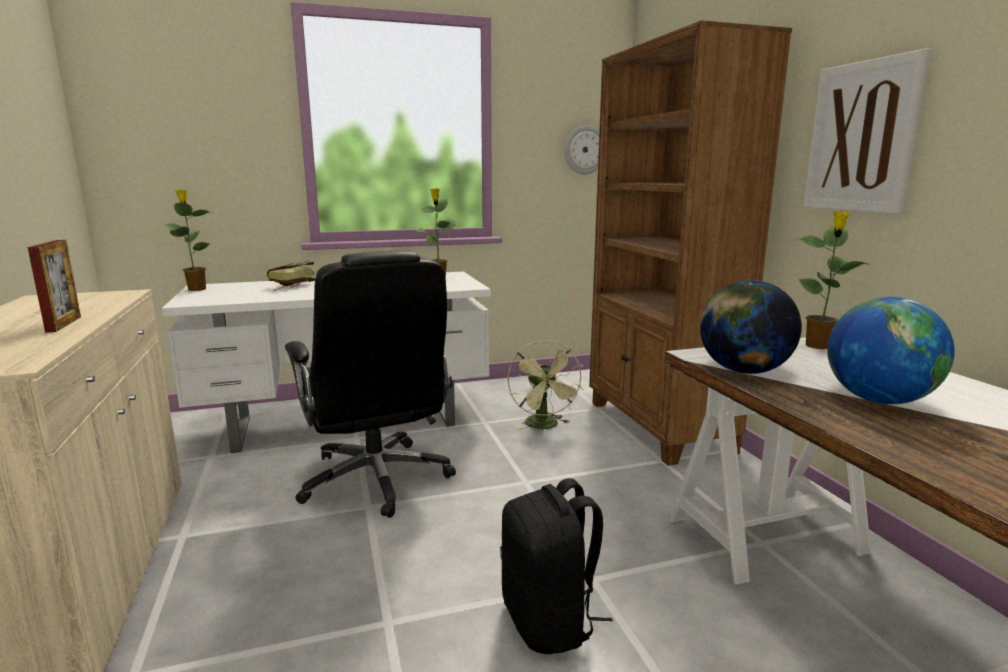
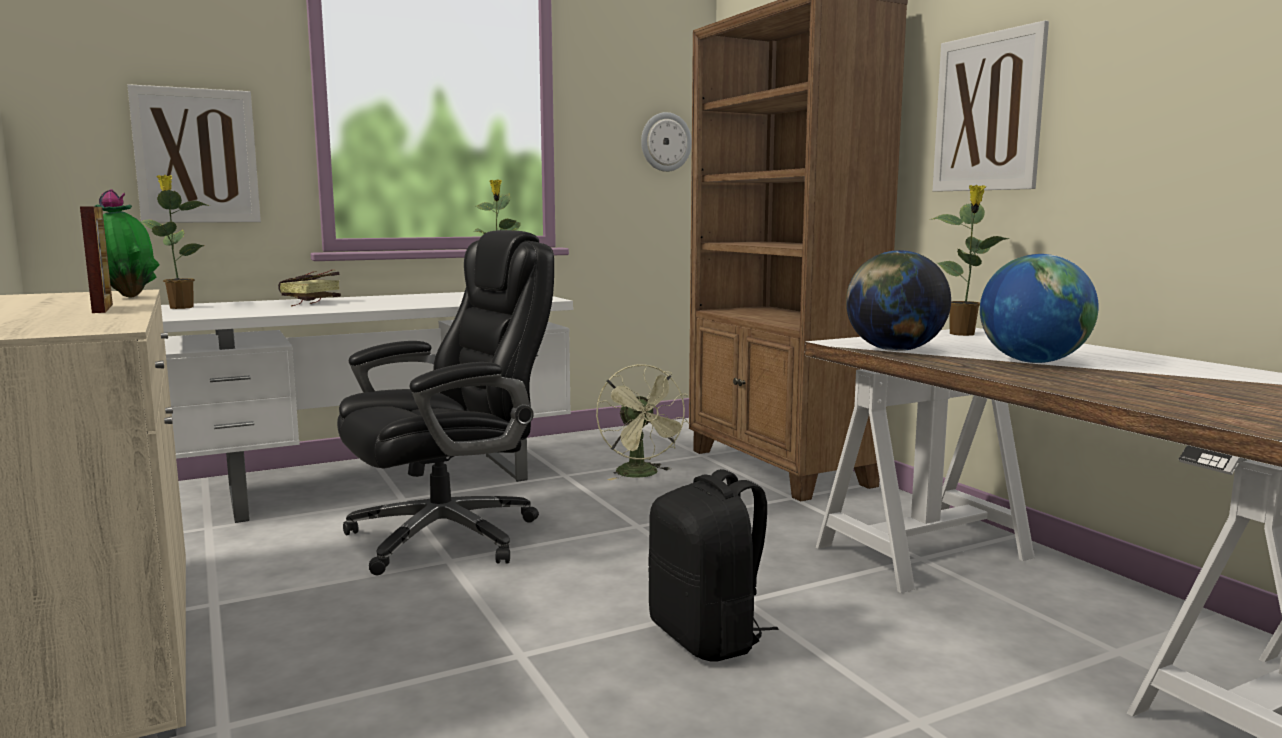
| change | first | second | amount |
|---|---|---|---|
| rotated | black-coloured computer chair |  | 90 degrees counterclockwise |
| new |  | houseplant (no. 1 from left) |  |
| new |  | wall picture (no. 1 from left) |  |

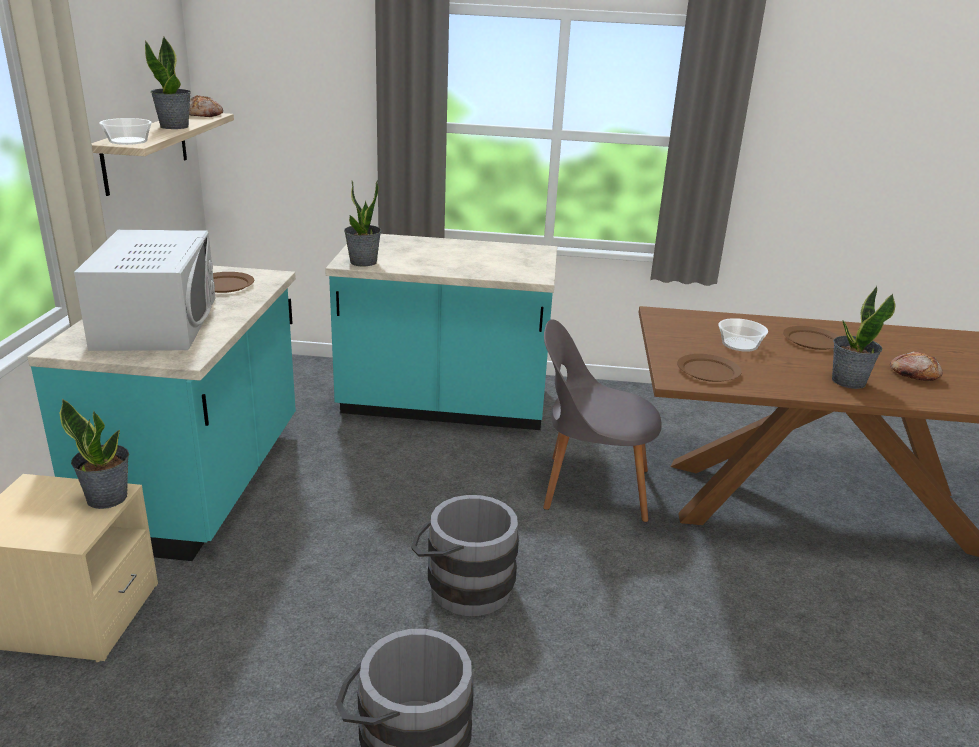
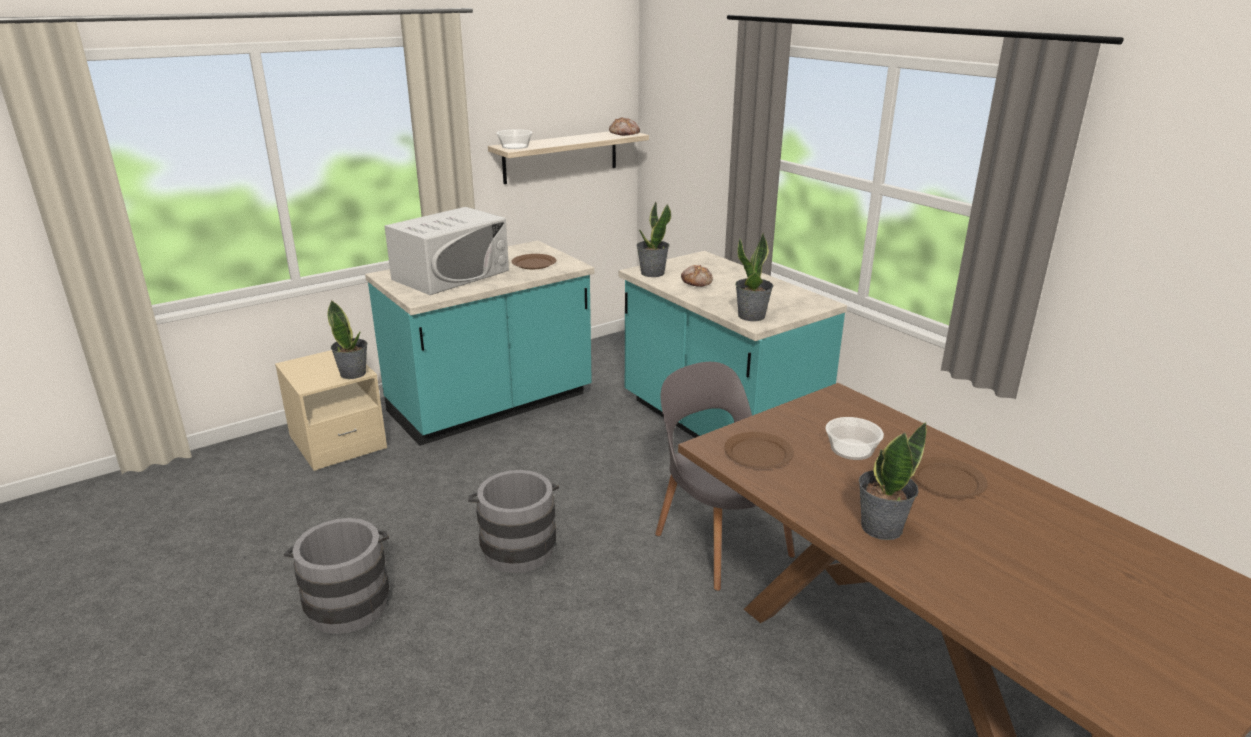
| change | first | second | amount |
|---|---|---|---|
| shifted | houseplant (no. 2 from left in the first image) | houseplant (no. 3 from left) |  |
| shifted | baked bread (no. 2 from left) |  |  |

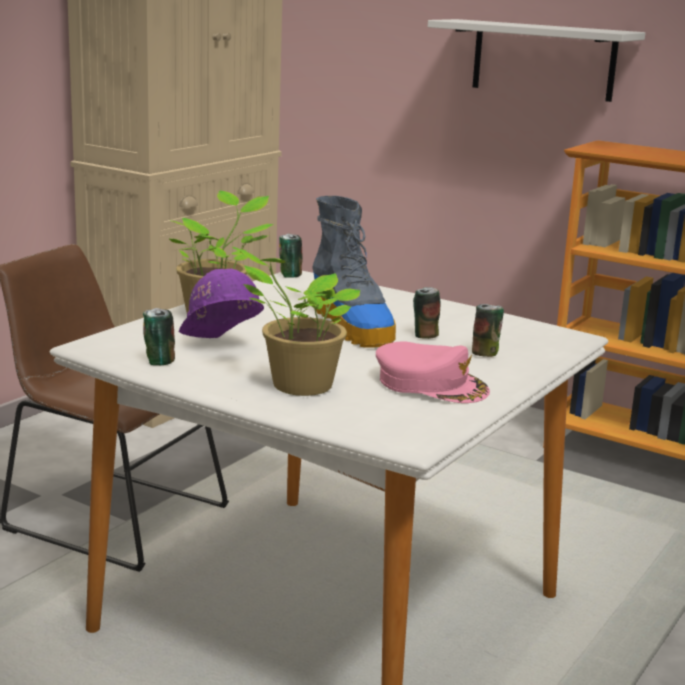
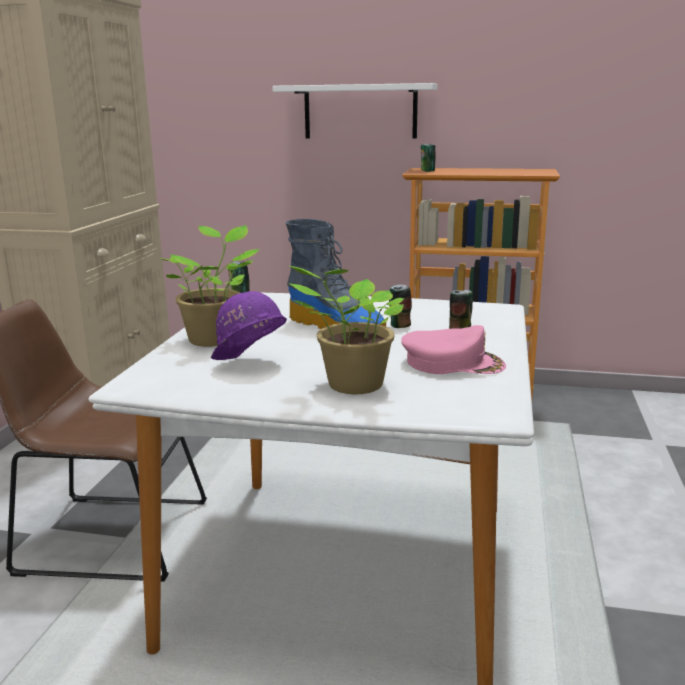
| change | first | second | amount |
|---|---|---|---|
| shifted | sealed can (no. 1 from left in the first image) | sealed can (no. 3 from left) |  |

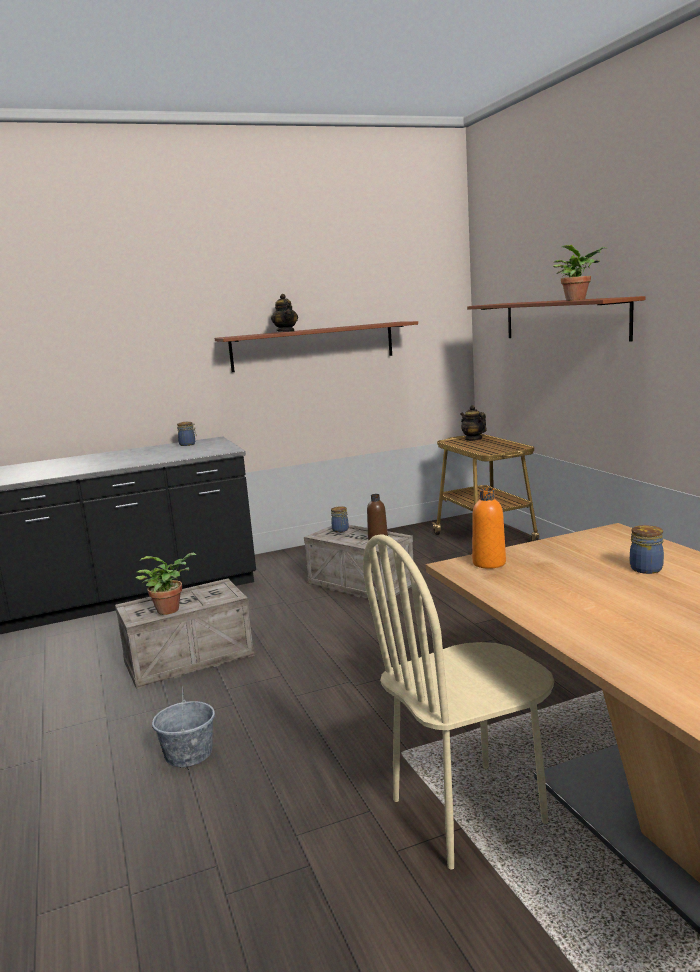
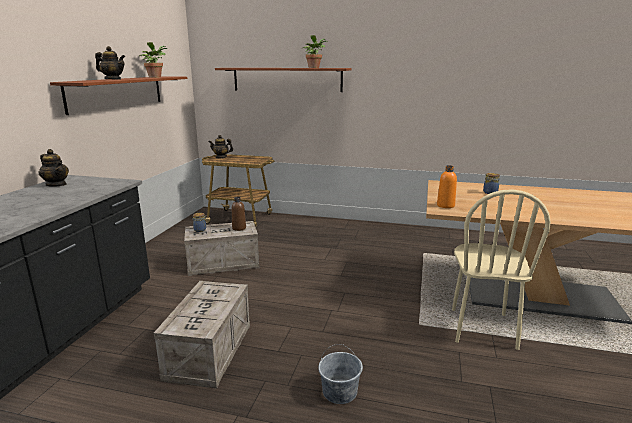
| change | first | second | amount |
|---|---|---|---|
| shifted | houseplant (no. 1 from left) |  |  |
| swapped | storage jar (no. 1 from left) | tea pot (no. 1 from left) |  |

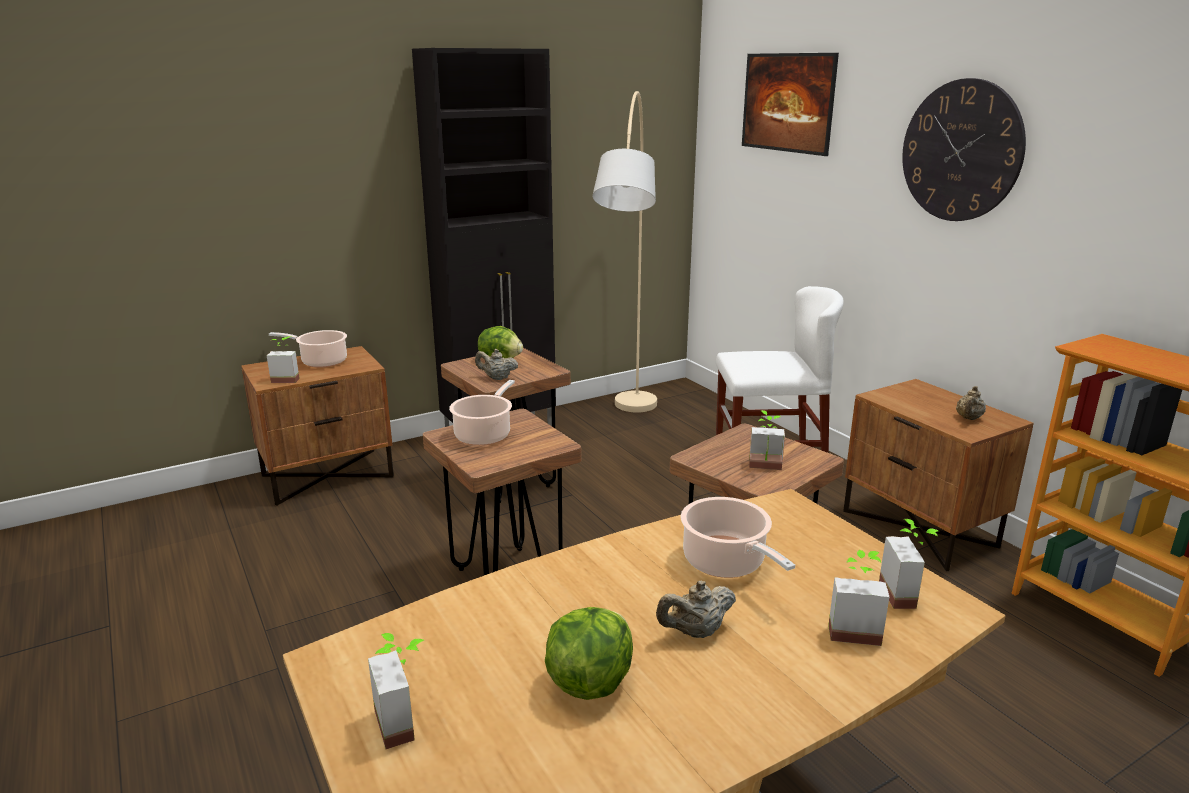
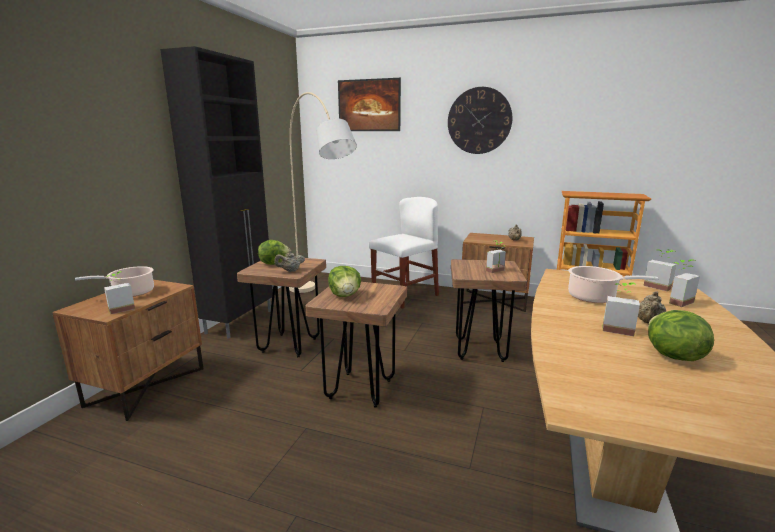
| change | first | second | amount |
|---|---|---|---|
| shifted | houseplant (no. 2 from left in the first image) | houseplant (no. 3 from left) |  |
| swapped | saucepot (no. 2 from left) | head of lettuce (no. 2 from left) |  |

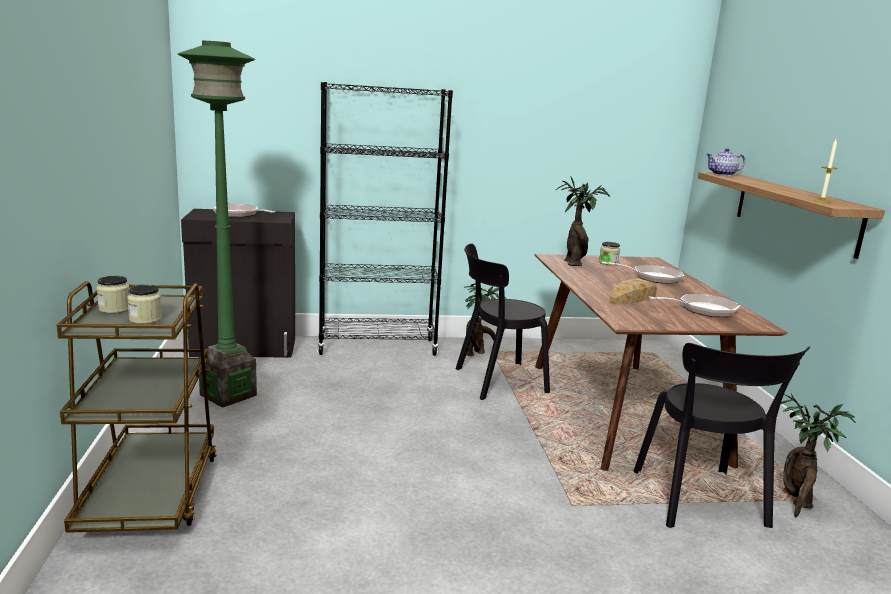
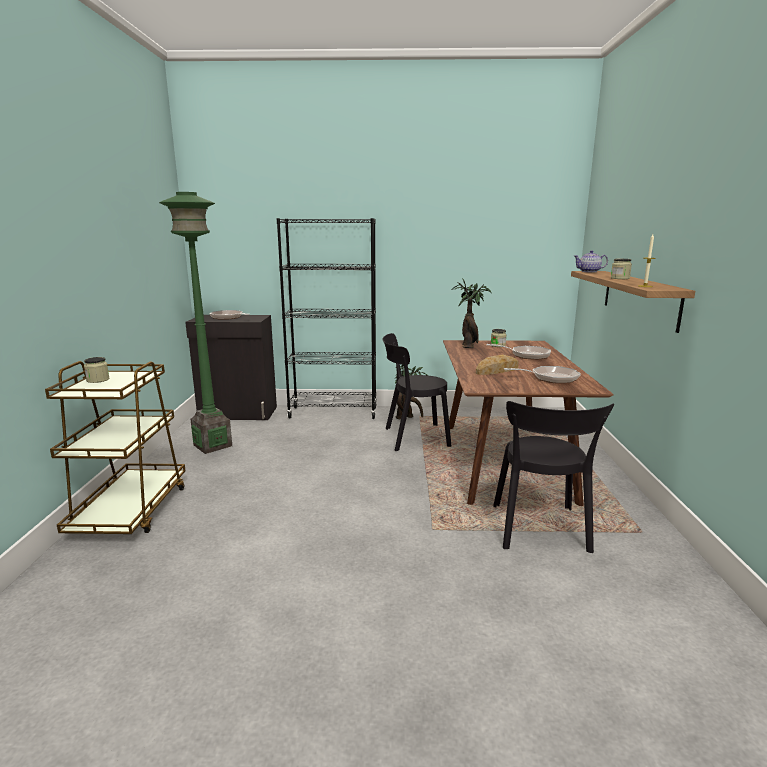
| change | first | second | amount |
|---|---|---|---|
| shifted | storage jar (no. 2 from left in the first image) | storage jar (no. 3 from left) |  |
| gone | houseplant (no. 3 from left) |  |  |

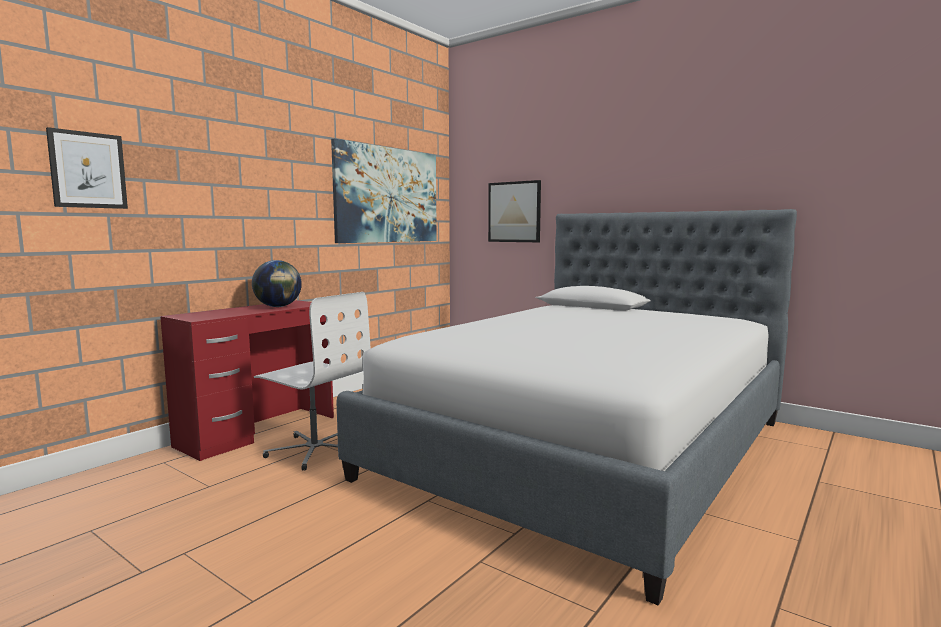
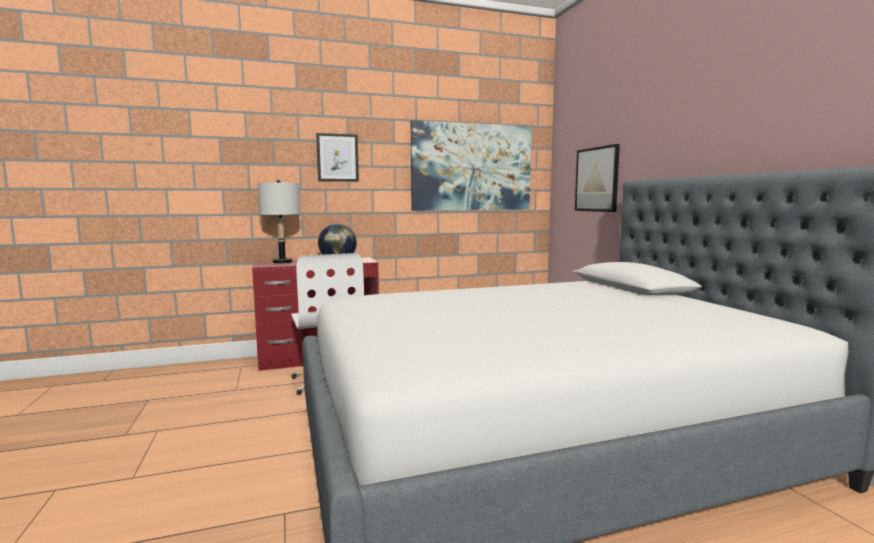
| change | first | second | amount |
|---|---|---|---|
| shifted | wall picture (no. 1 from left) |  |  |
| new |  | gray lamp for a table |  |

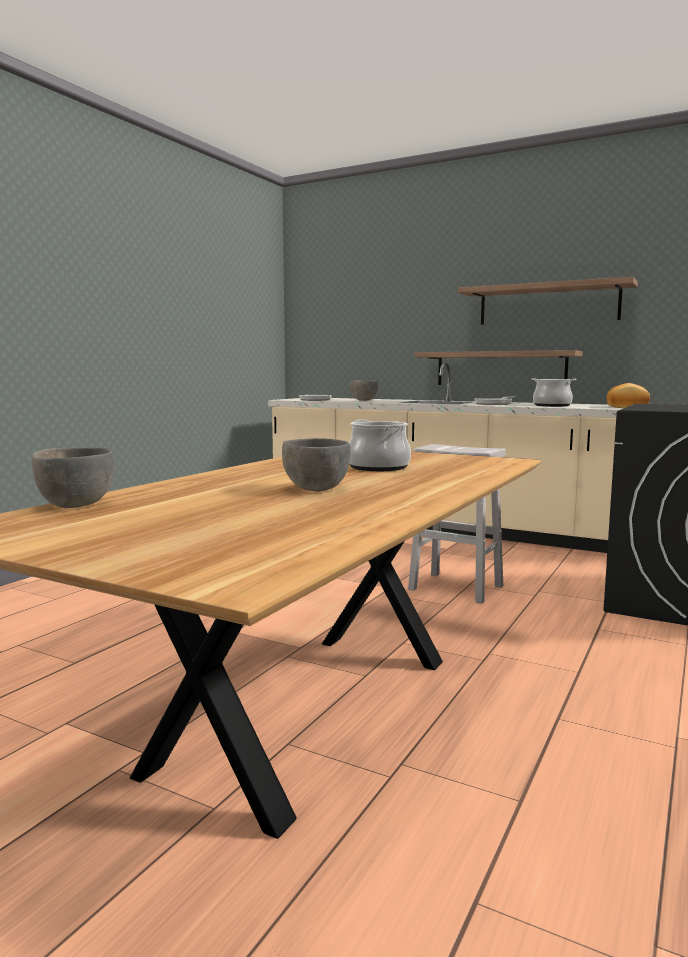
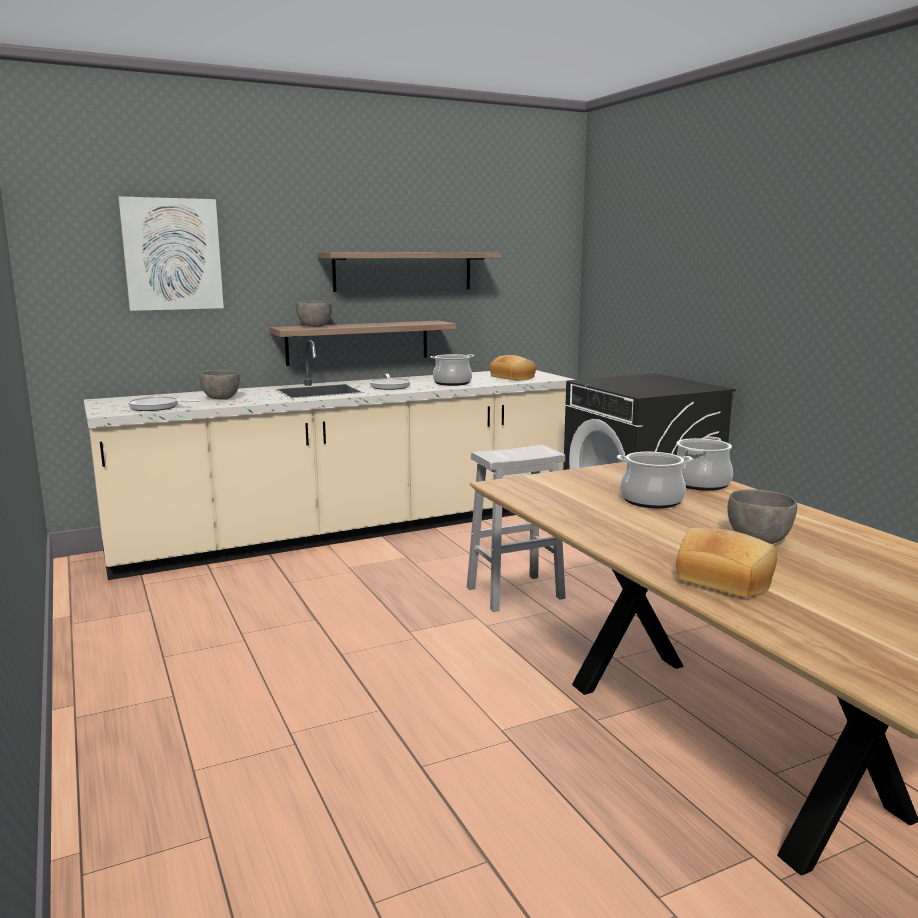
| change | first | second | amount |
|---|---|---|---|
| shifted | gray bowl (no. 1 from left in the first image) | gray bowl (no. 2 from left) |  |
| new |  | wall picture |  |
| new |  | baked bread (no. 2 from left) |  |
| new |  | saucepot (no. 3 from left) |  |

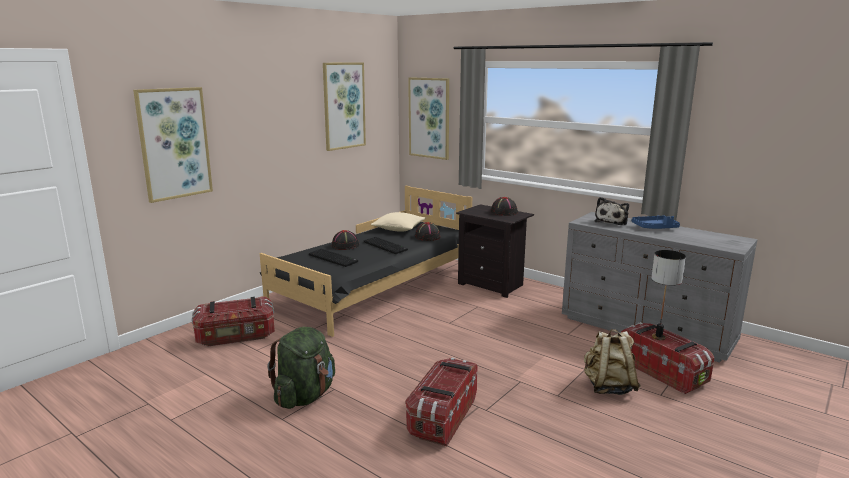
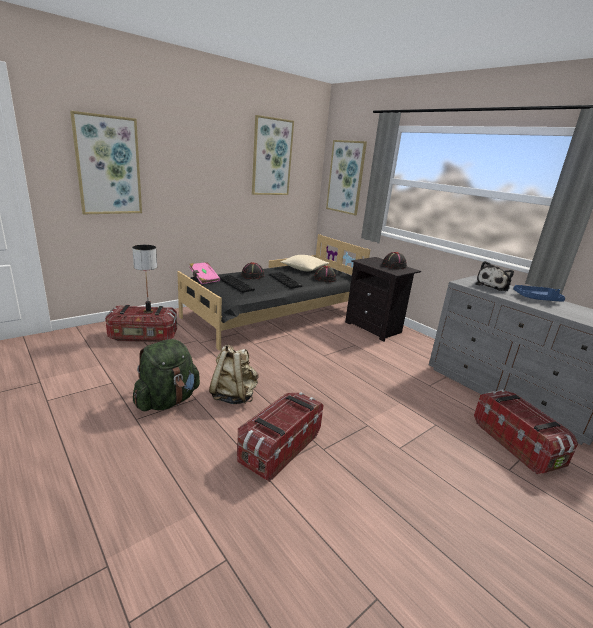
| change | first | second | amount |
|---|---|---|---|
| shifted | beige-coloured knapsack |  |  |
| shifted | lamp for a table |  |  |
| new |  | pink volume |  |

